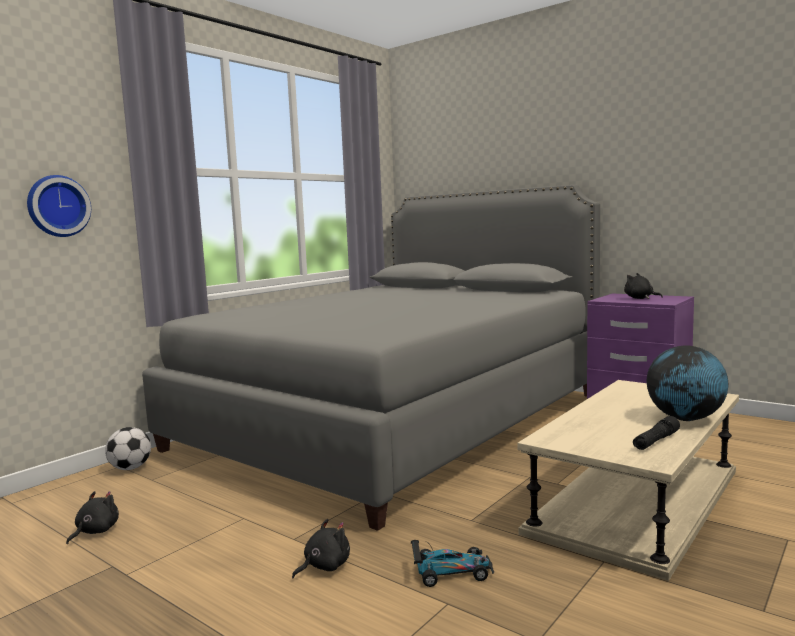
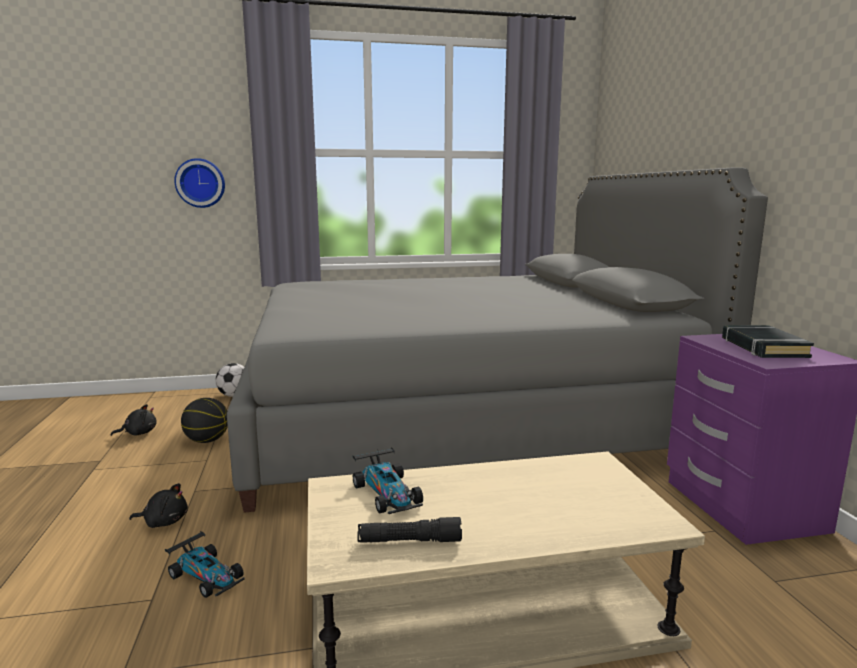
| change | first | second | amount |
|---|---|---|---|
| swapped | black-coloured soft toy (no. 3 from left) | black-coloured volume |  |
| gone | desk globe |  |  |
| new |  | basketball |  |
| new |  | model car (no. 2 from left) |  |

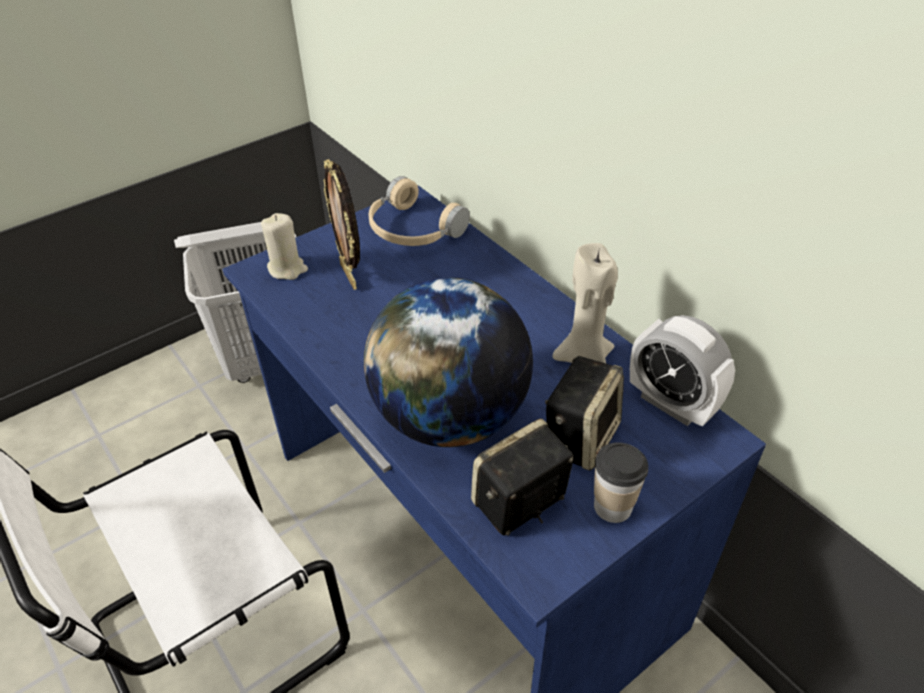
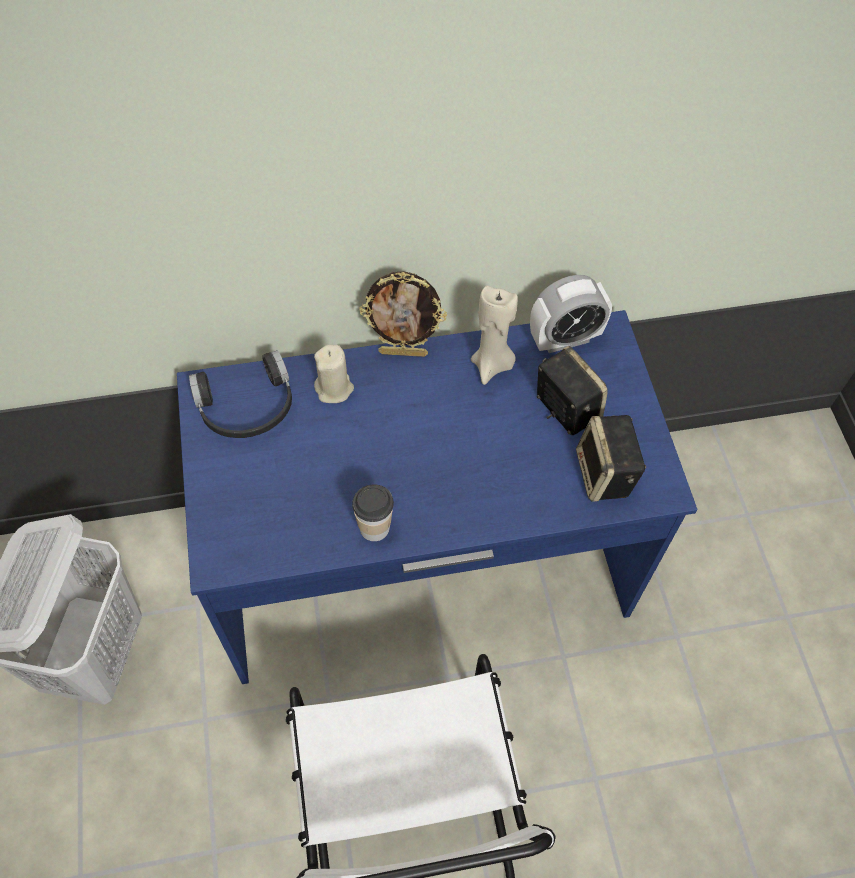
| change | first | second | amount |
|---|---|---|---|
| shifted | beige-coloured wax candle (no. 1 from left) |  |  |
| shifted | photo frame |  |  |
| gone | desk globe |  |  |
| repainted | beige-coloured pair of headphones | black-coloured pair of headphones |  |
| shifted | cup |  |  |

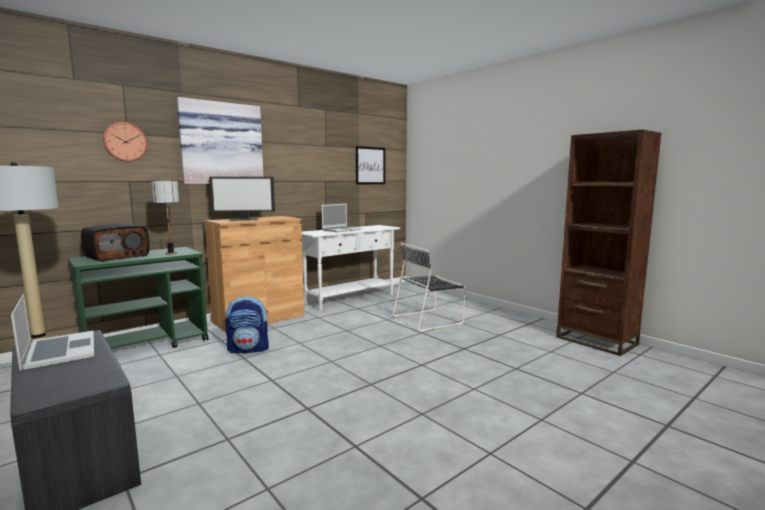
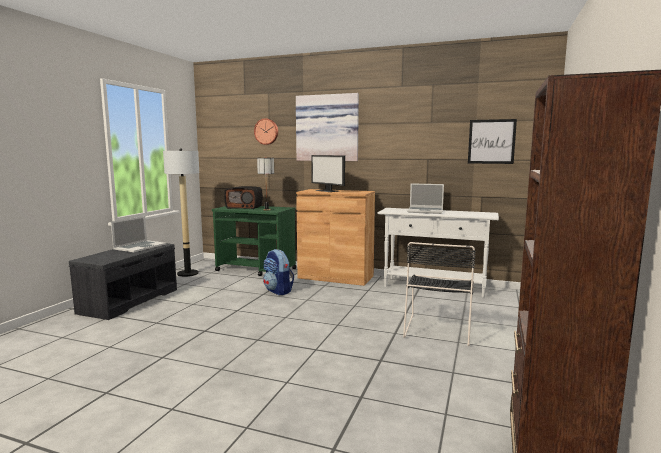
| change | first | second | amount |
|---|---|---|---|
| rotated | black-coloured chair |  | 105 degrees counterclockwise |

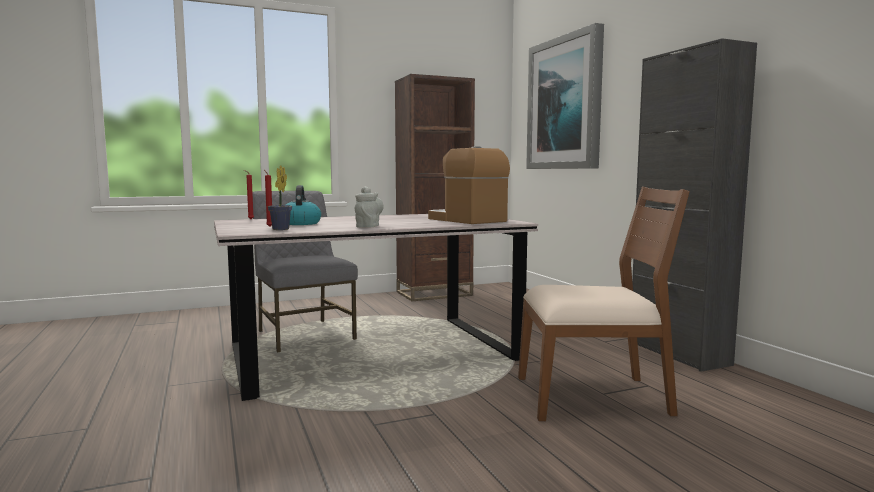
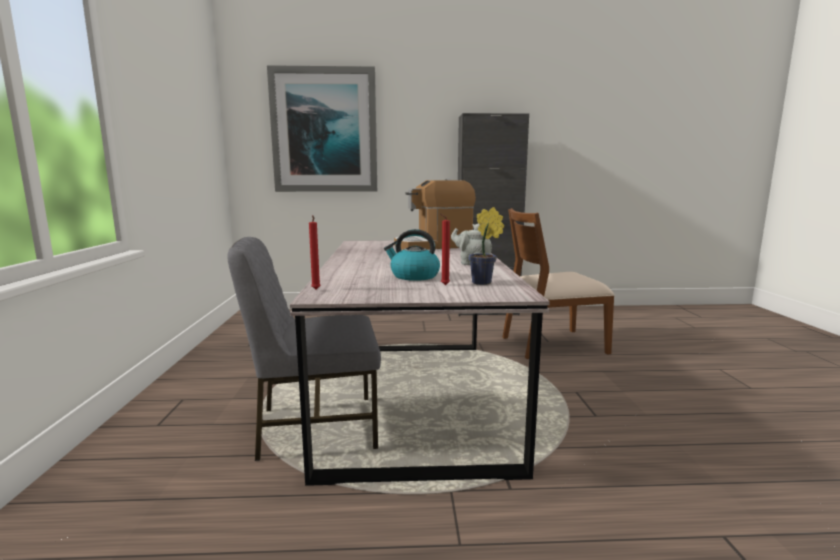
| change | first | second | amount |
|---|---|---|---|
| gone | brownish bookshelf |  |  |
| rotated | brownish chair |  | 120 degrees counterclockwise |

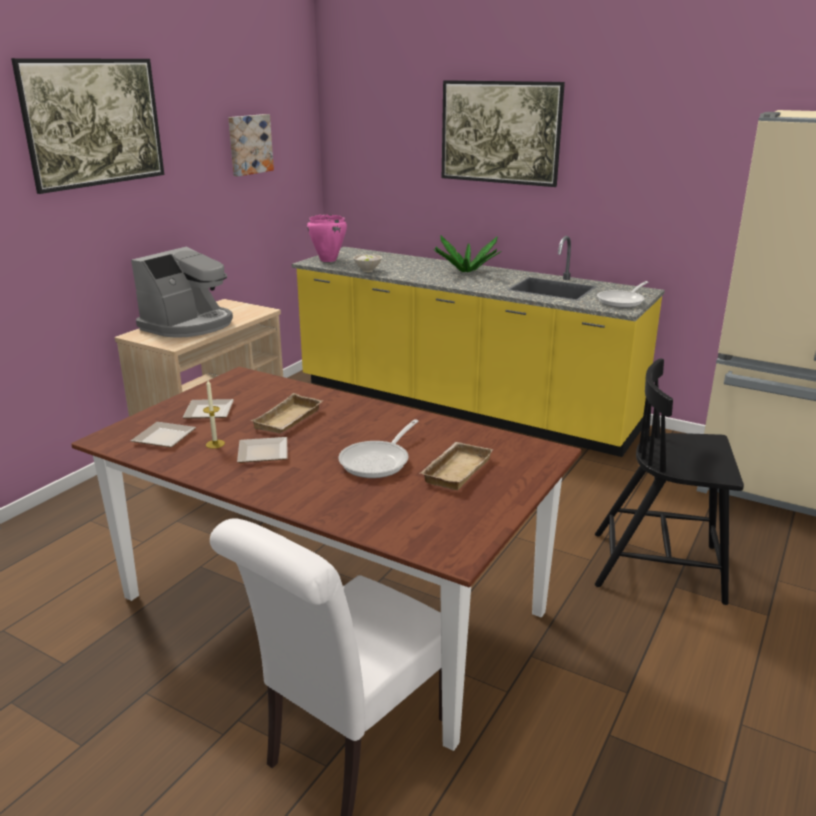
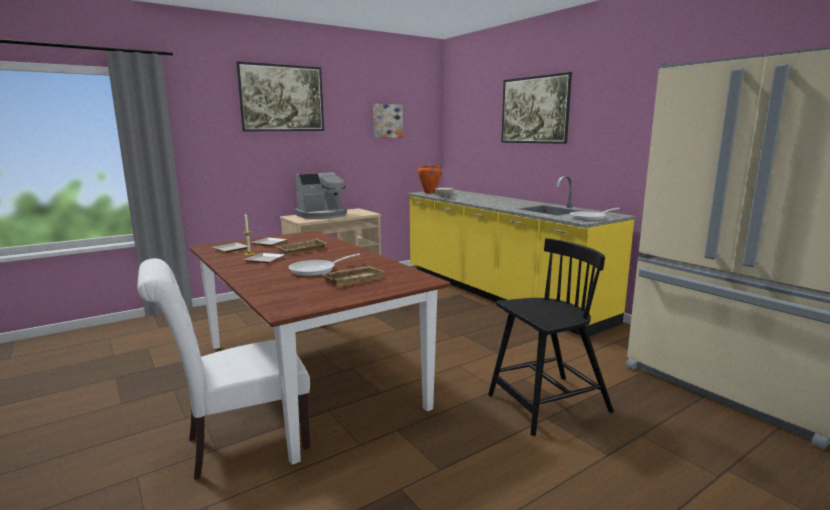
| change | first | second | amount |
|---|---|---|---|
| repainted | pink saucepot | orangey saucepot |  |
| gone | houseplant |  |  |
| rotated | black-coloured chair |  | 120 degrees clockwise |

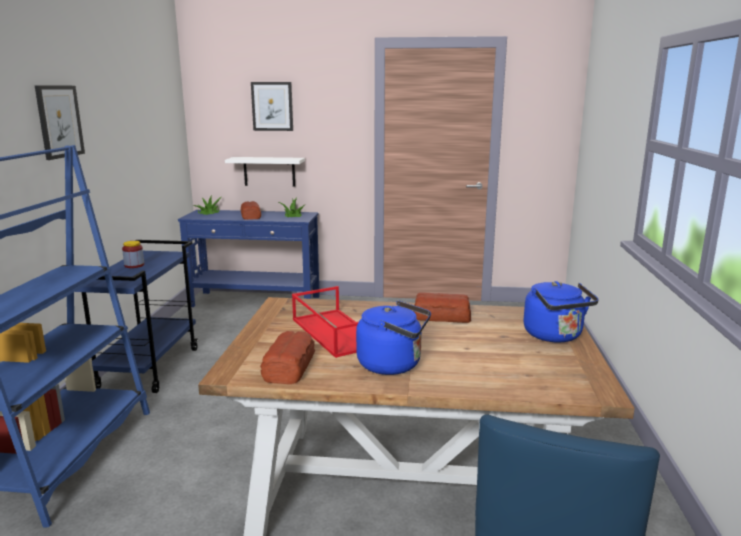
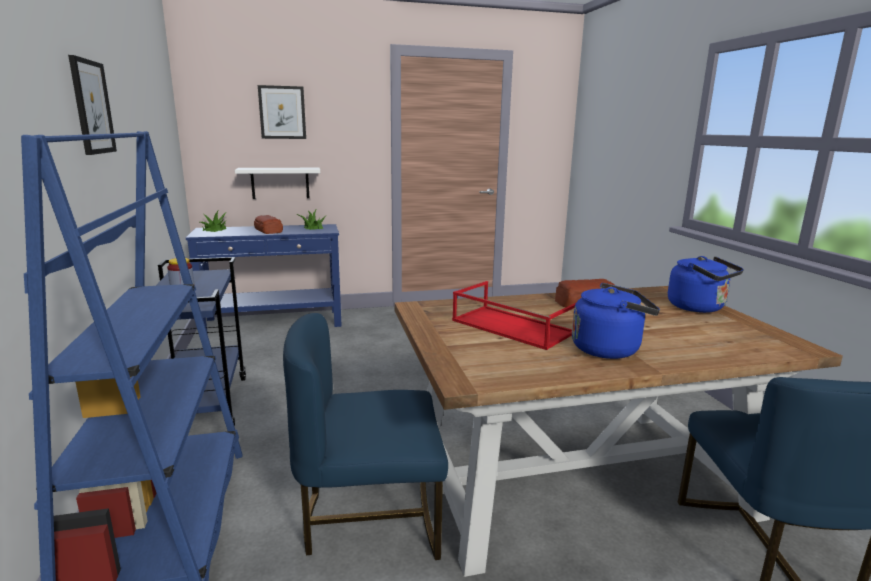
| change | first | second | amount |
|---|---|---|---|
| gone | baked bread (no. 2 from left) |  |  |
| new |  | blue chair (no. 1 from left) |  |

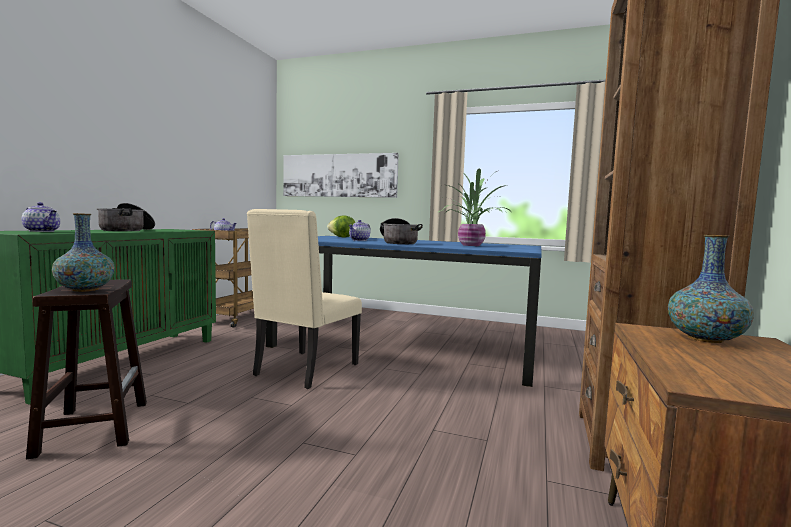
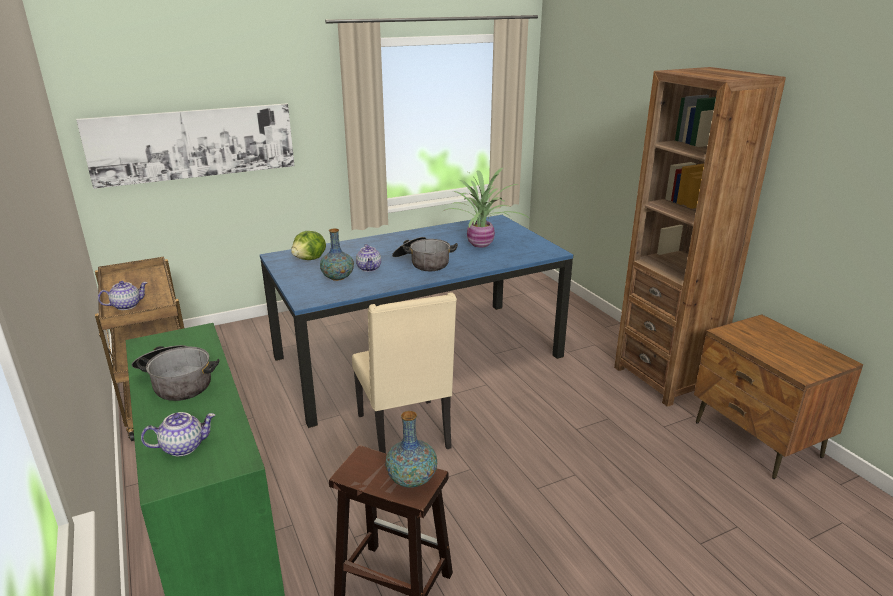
| change | first | second | amount |
|---|---|---|---|
| shifted | vase (no. 2 from left in the first image) | vase (no. 1 from left) |  |

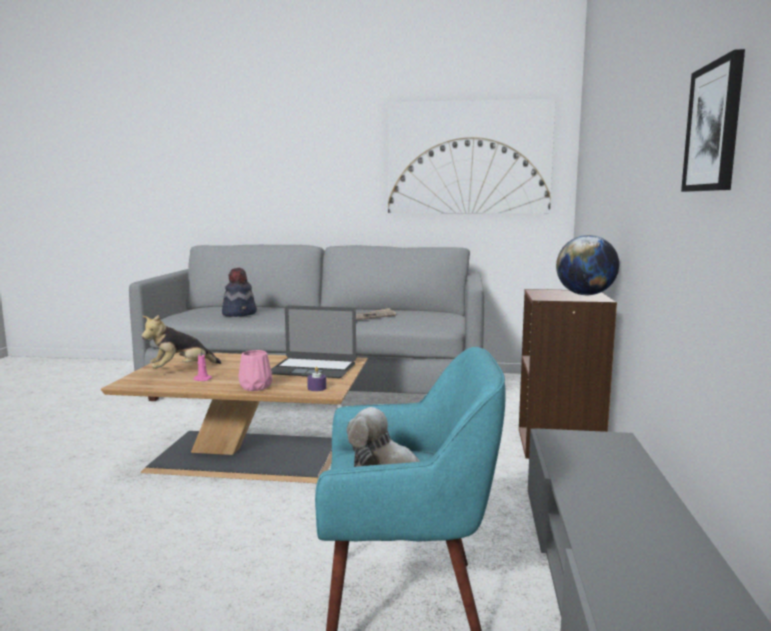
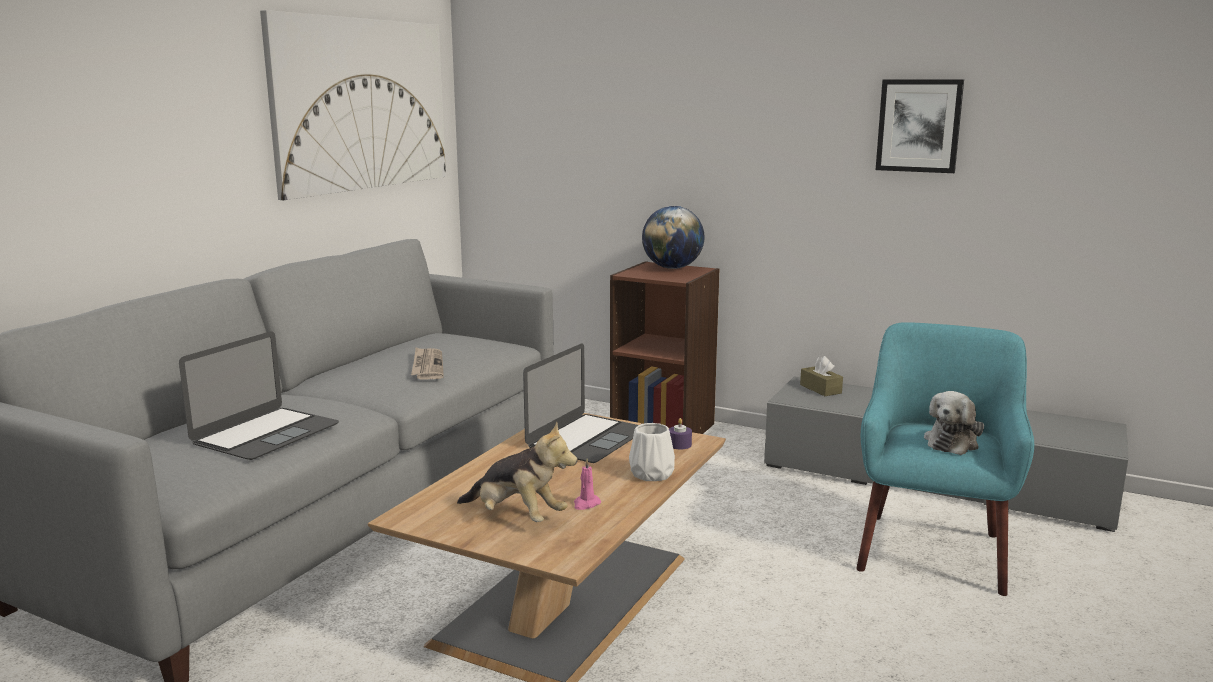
| change | first | second | amount |
|---|---|---|---|
| rotated | soft toy (no. 1 from left) |  | 45 degrees counterclockwise |
| swapped | clothing hat | portable computer (no. 1 from left) |  |
| repainted | pink vase | white vase |  |
| new |  | brownish tissue box |  |

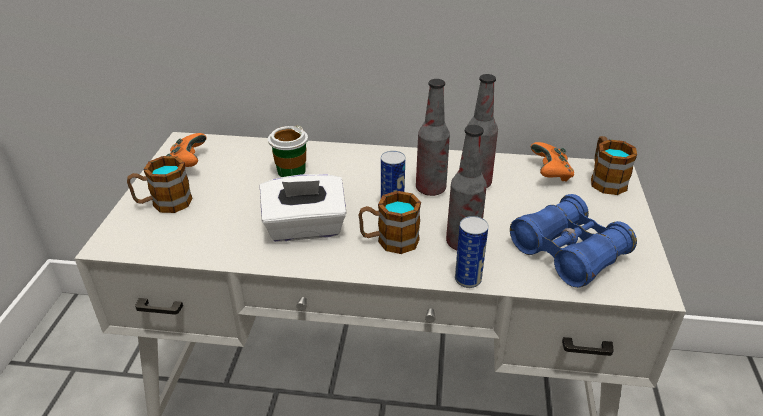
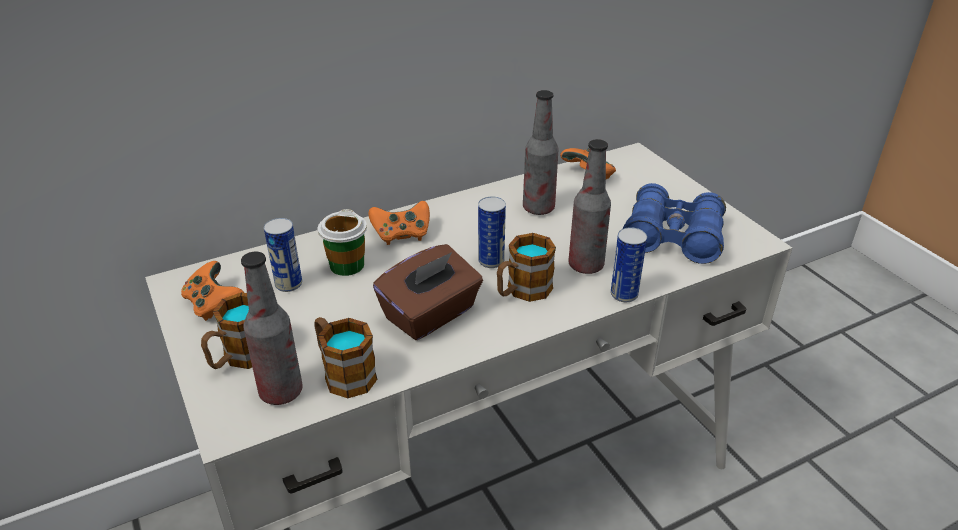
| change | first | second | amount |
|---|---|---|---|
| repainted | white tissue box | brownish tissue box |  |
| shifted | drink bottle (no. 1 from left) |  |  |
| shifted | tea mug (no. 3 from left in the first image) | tea mug (no. 2 from left) |  |
| new |  | sealed can (no. 1 from left) |  |
| new |  | orangey game controller (no. 2 from left) |  |

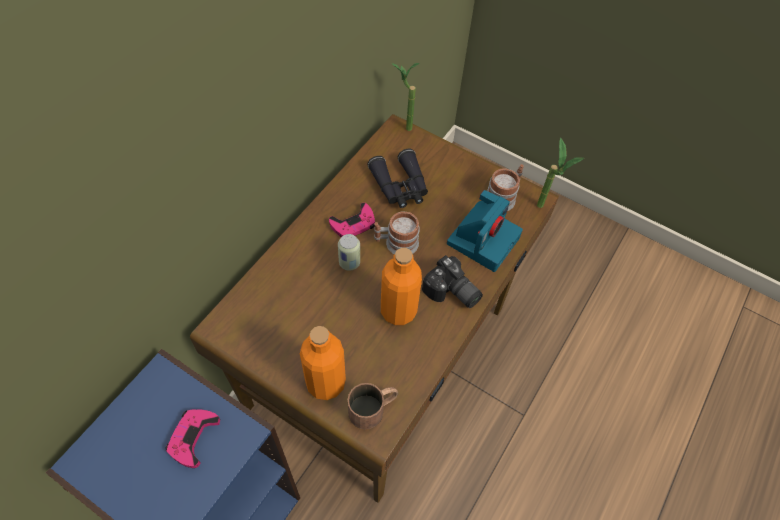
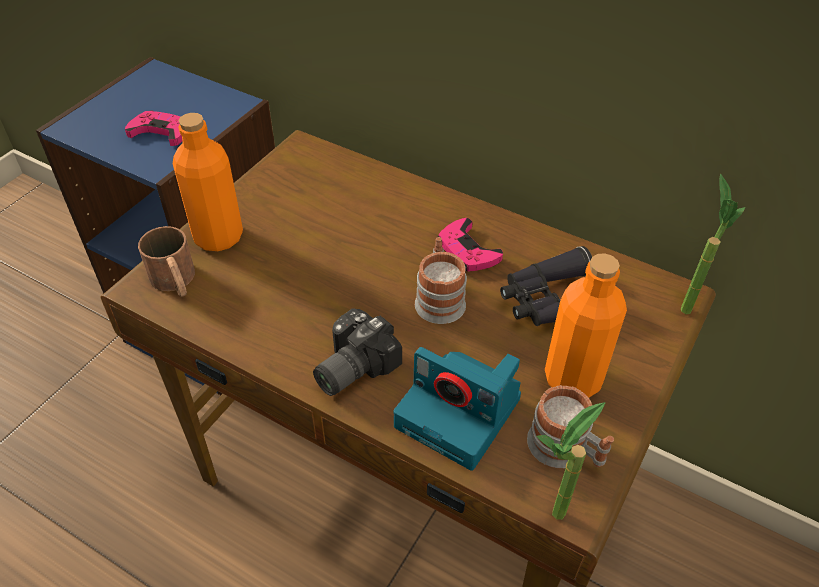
| change | first | second | amount |
|---|---|---|---|
| gone | sealed can |  |  |
| shifted | orangey drink bottle (no. 2 from left) |  |  |

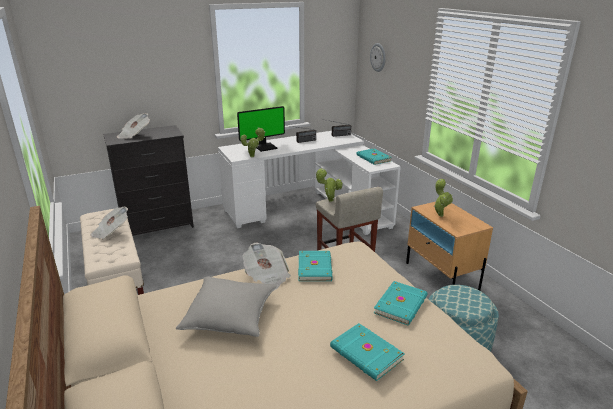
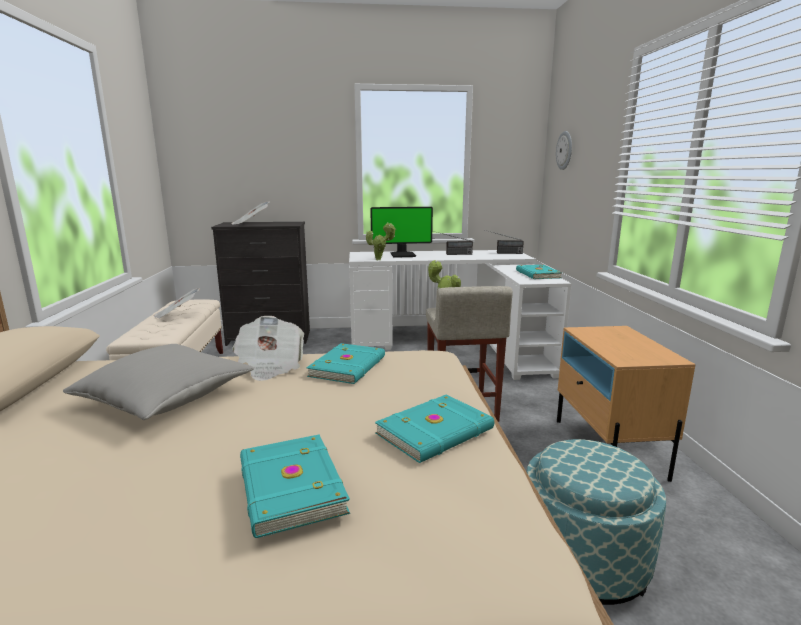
| change | first | second | amount |
|---|---|---|---|
| gone | houseplant (no. 3 from left) |  |  |

